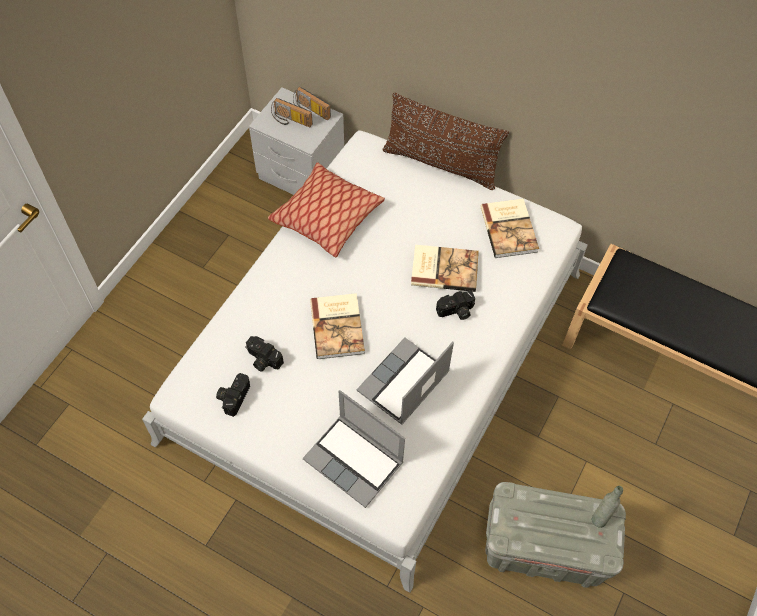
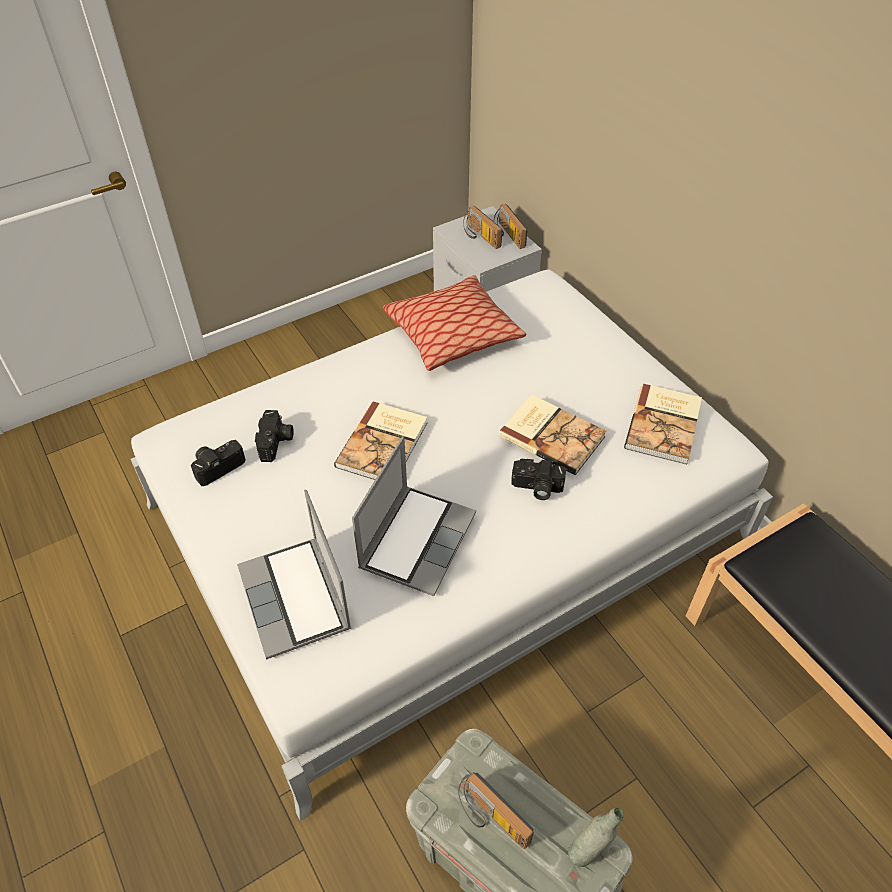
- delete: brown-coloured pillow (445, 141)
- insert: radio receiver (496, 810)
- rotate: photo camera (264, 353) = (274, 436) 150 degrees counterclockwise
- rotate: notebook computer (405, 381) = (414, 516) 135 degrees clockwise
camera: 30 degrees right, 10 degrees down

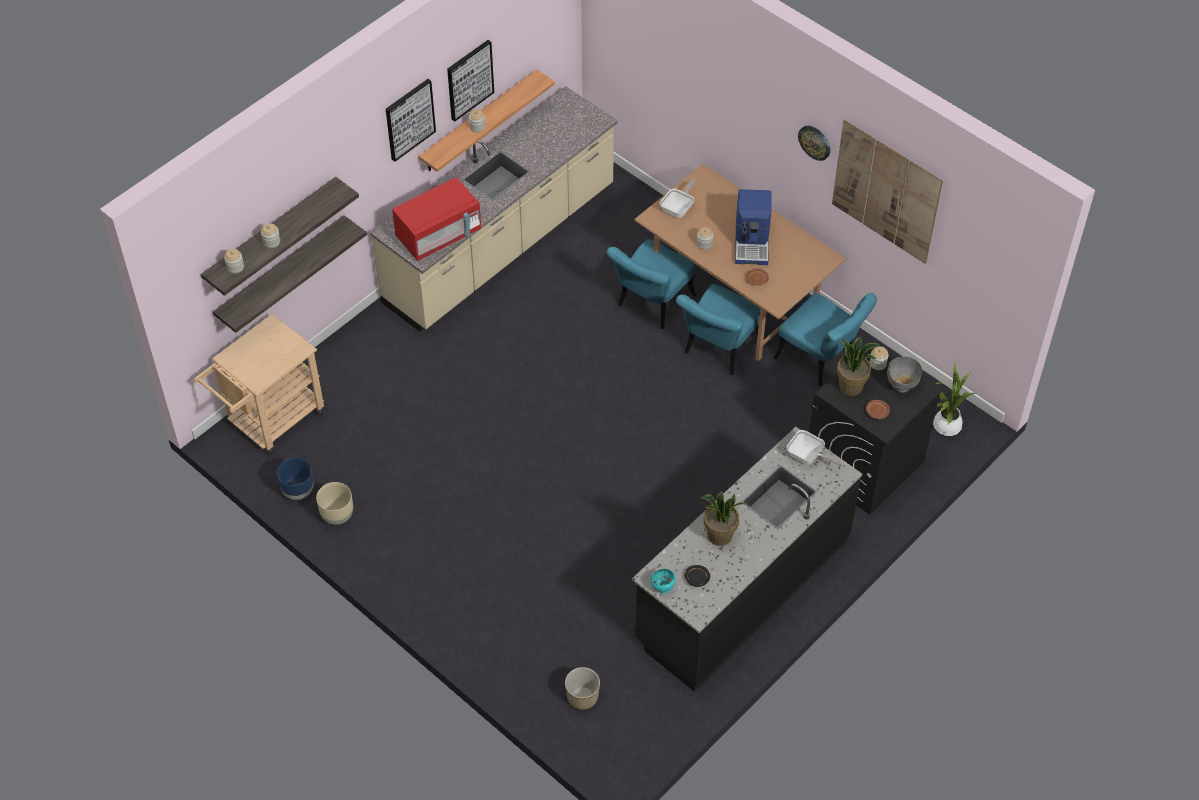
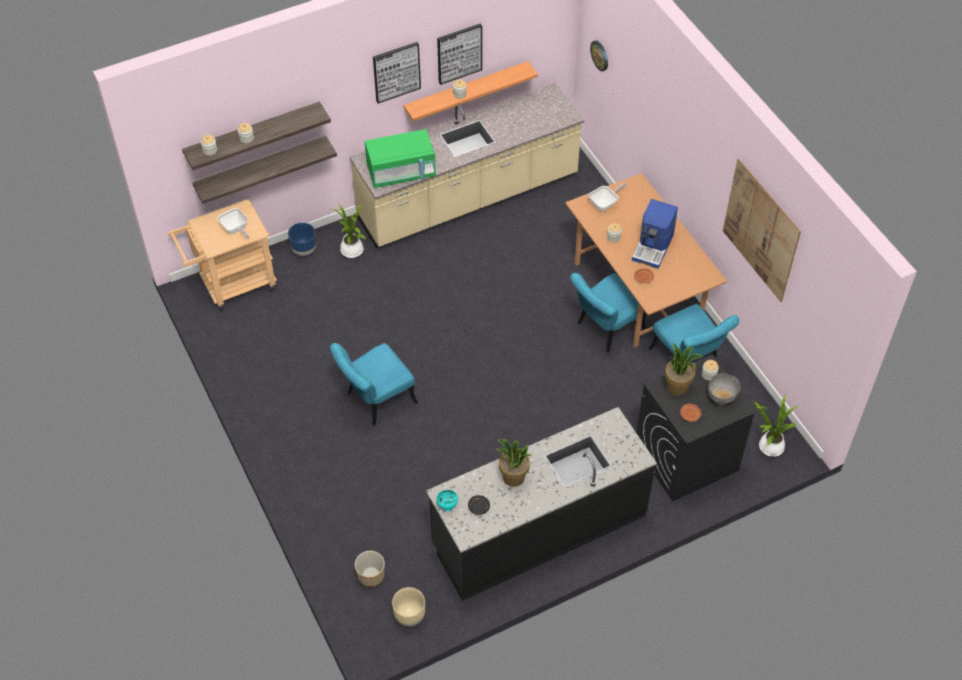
- insert: plant in a pot (349, 230)
- move: bluish planter (295, 478) to (302, 239)
- move: beige-coloured planter (334, 503) to (408, 607)
- move: turquoise-coloured chair (652, 284) to (374, 384)
- move: frying pan (814, 447) to (233, 223)
- move: hanging clock (814, 143) to (599, 56)
- recolor: red-coloured microwave oven (436, 219) to green-coloured microwave oven (400, 158)
camera: 20 degrees right, 0 degrees up

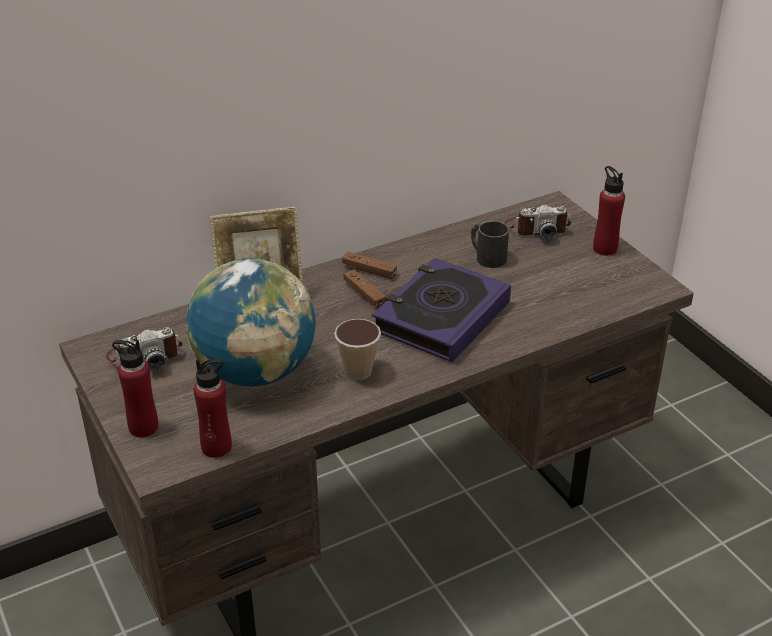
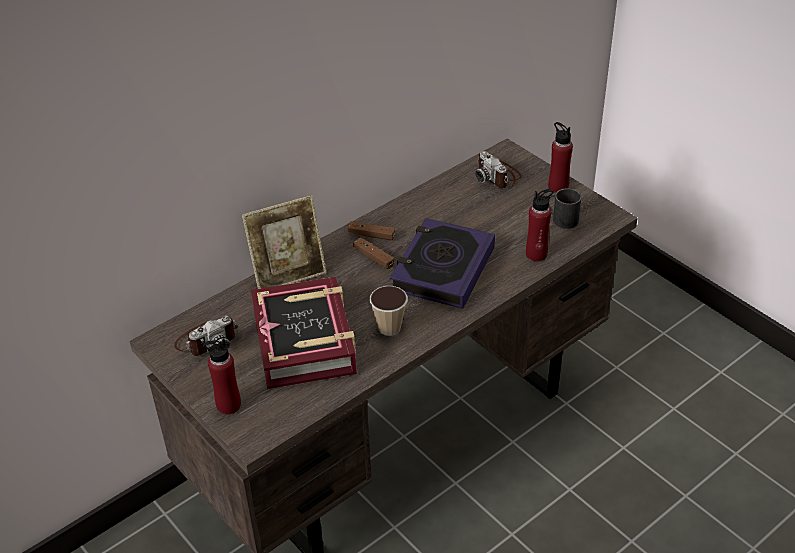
- move: red-coloured drink bottle (212, 408) to (540, 225)
- move: blackish mug (490, 244) to (564, 208)
- replace: world globe (251, 322) to book (304, 333)
- rotate: photo camera (537, 222) = (498, 170) 75 degrees clockwise
camera: 10 degrees left, 5 degrees up

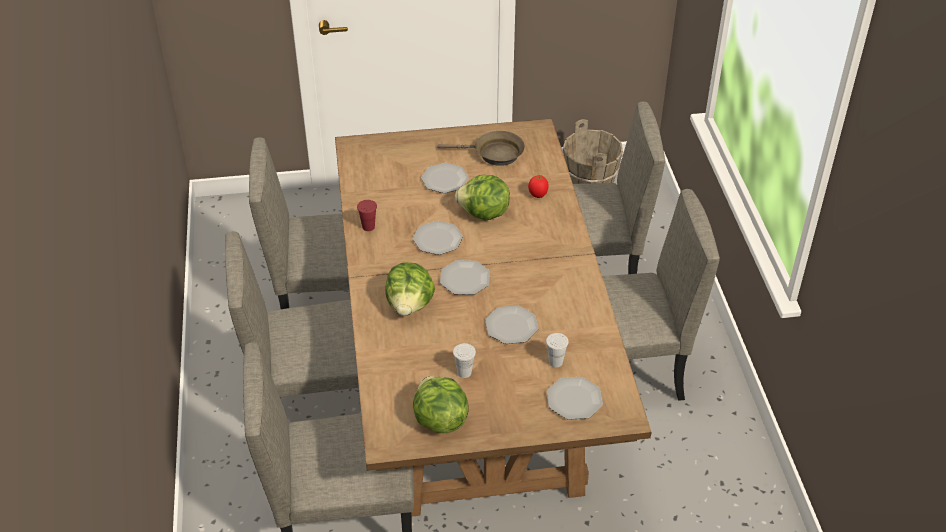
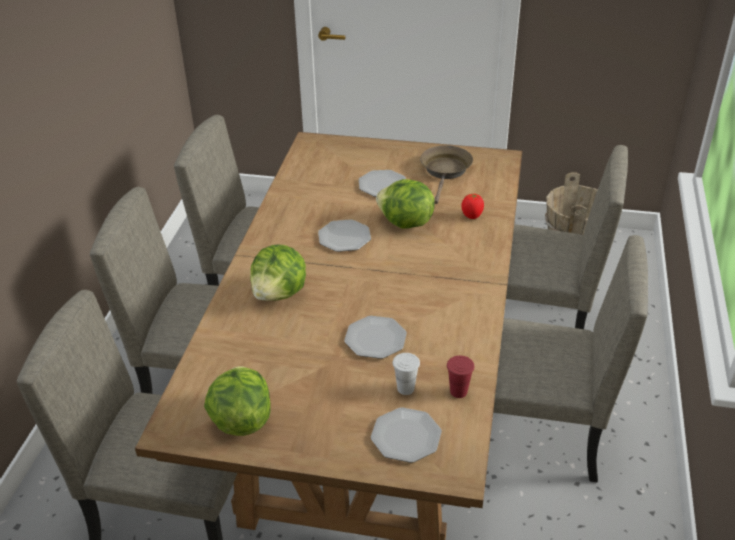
- delete: plate (465, 277)
- delete: whitish cup (464, 360)
- move: red-coloured cup (367, 215) to (460, 377)
- rotate: brown-coloured frying pan (481, 148) = (446, 174) 105 degrees counterclockwise
camera: 20 degrees right, 5 degrees down

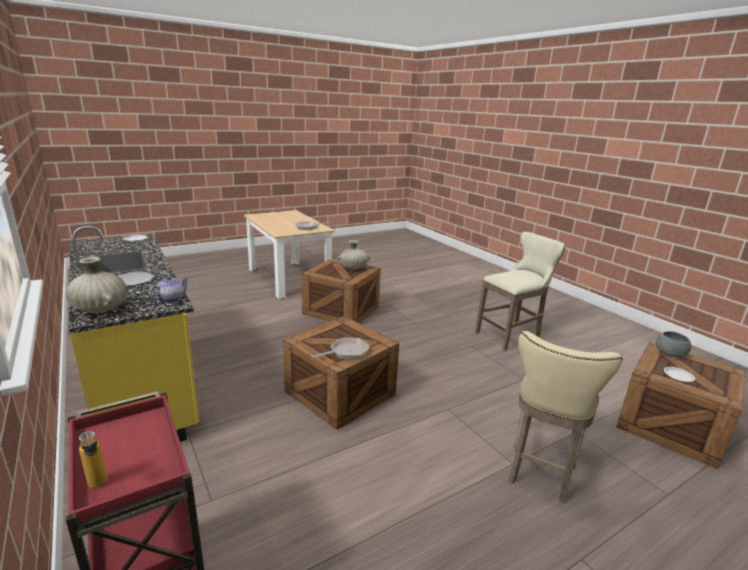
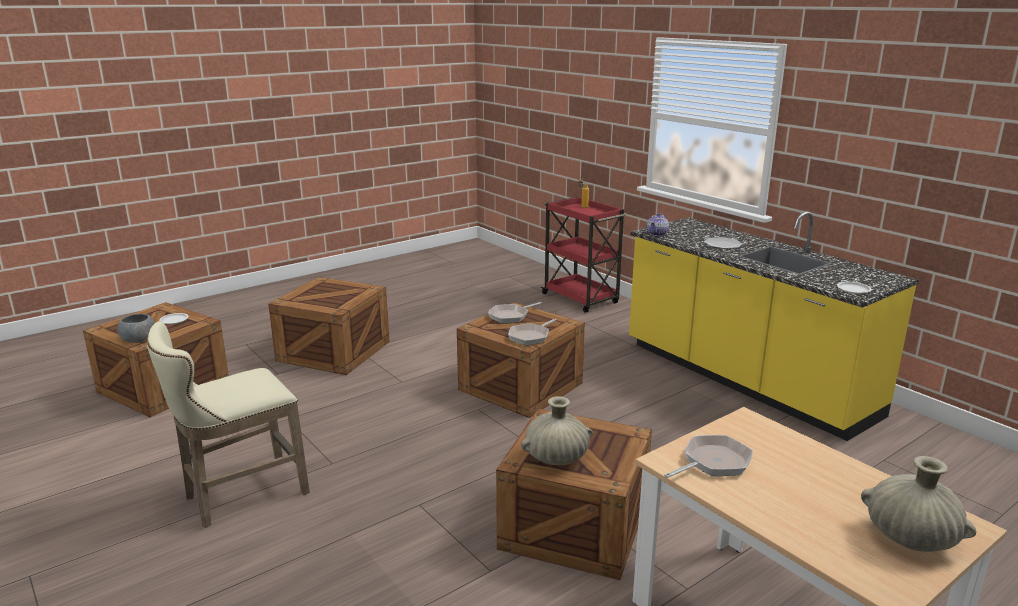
- insert: frying pan (532, 331)
- move: beige-coloured decorative vase (96, 285) to (918, 504)
- replace: beige-coloured sitting stool (566, 417) to shipping crate (329, 326)
camera: 175 degrees right, 0 degrees up

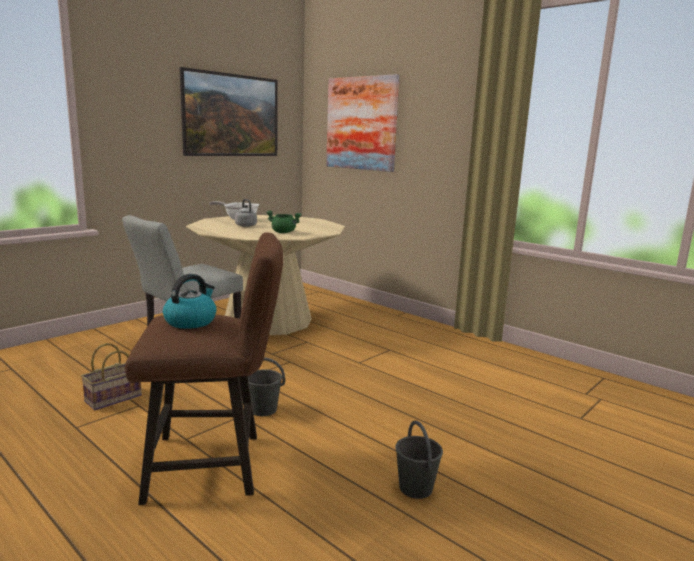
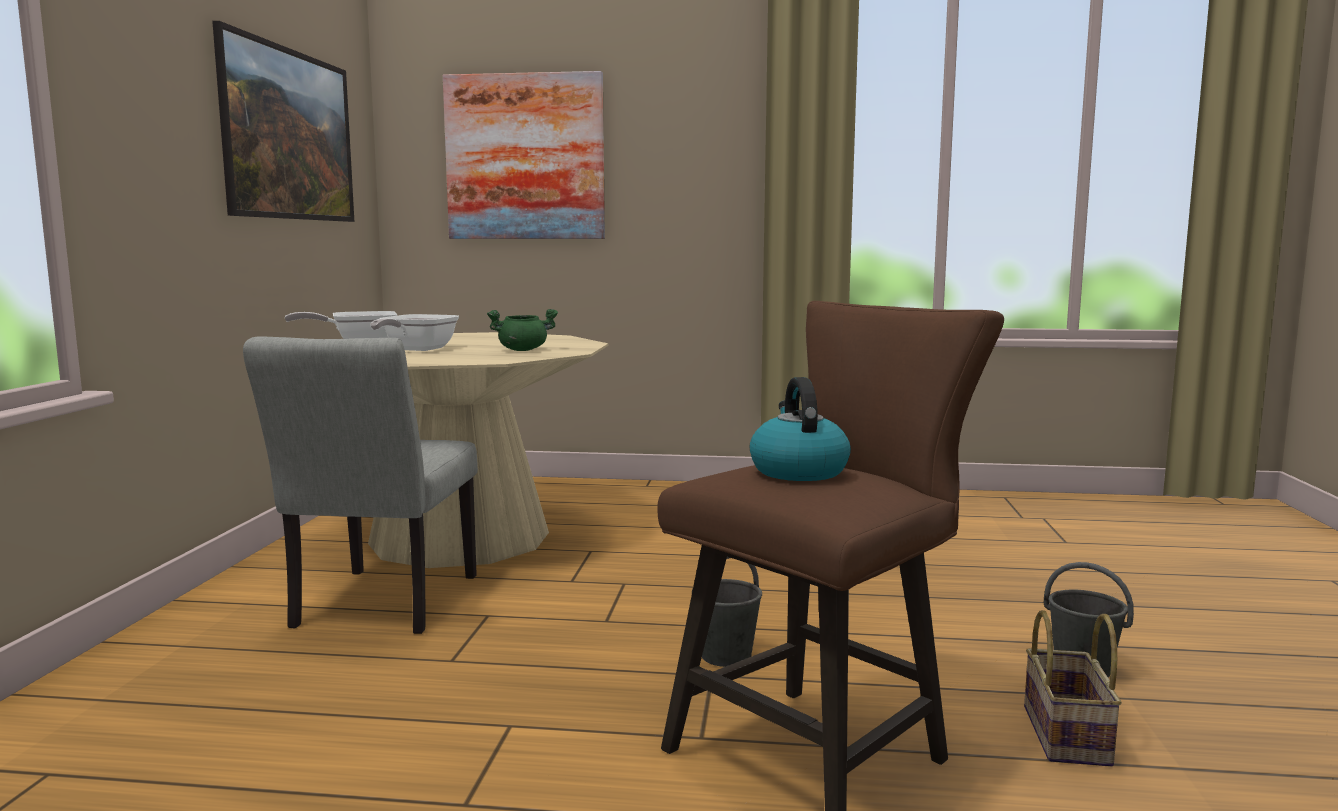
- move: storage basket (111, 376) to (1073, 688)
- replace: greyish tea kettle (246, 213) to frying pan (414, 332)
camera: 35 degrees left, 5 degrees down

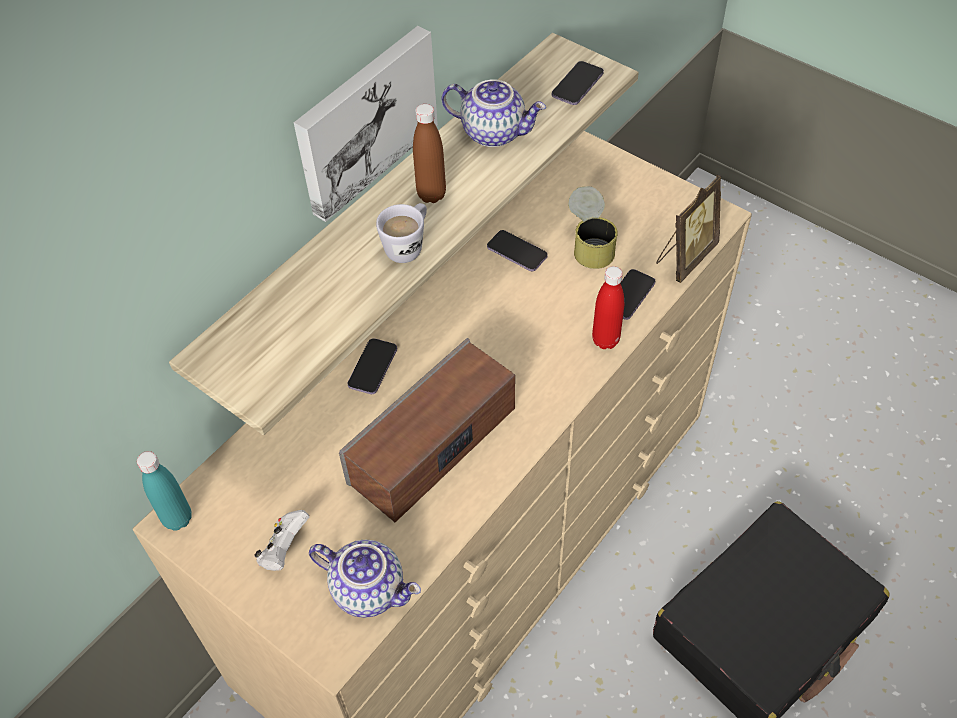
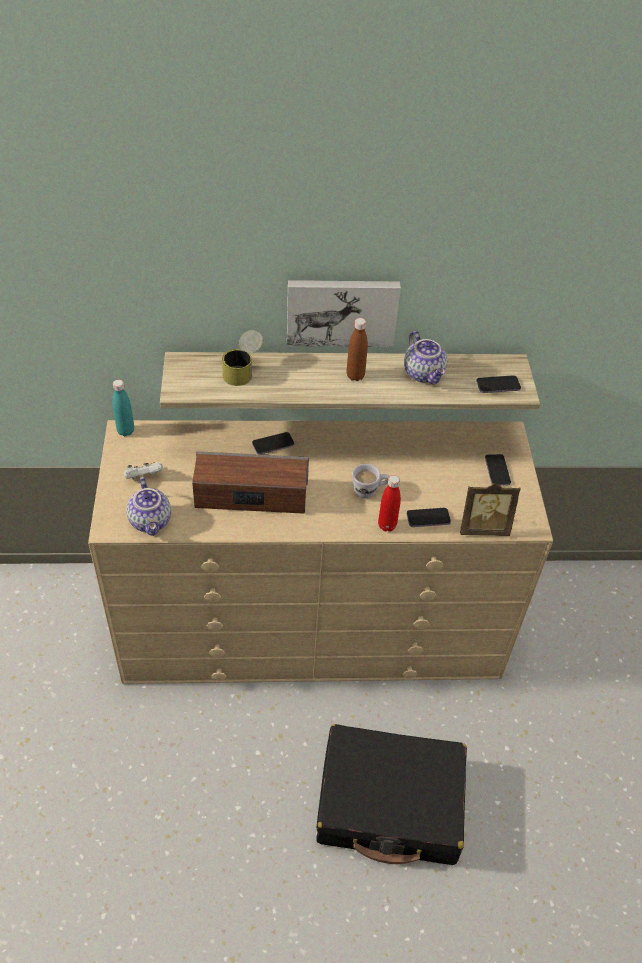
- move: whitish mug (401, 233) to (371, 481)
- move: phone (517, 250) to (498, 470)
- move: sealed can (593, 227) to (242, 358)
camera: 45 degrees right, 5 degrees down

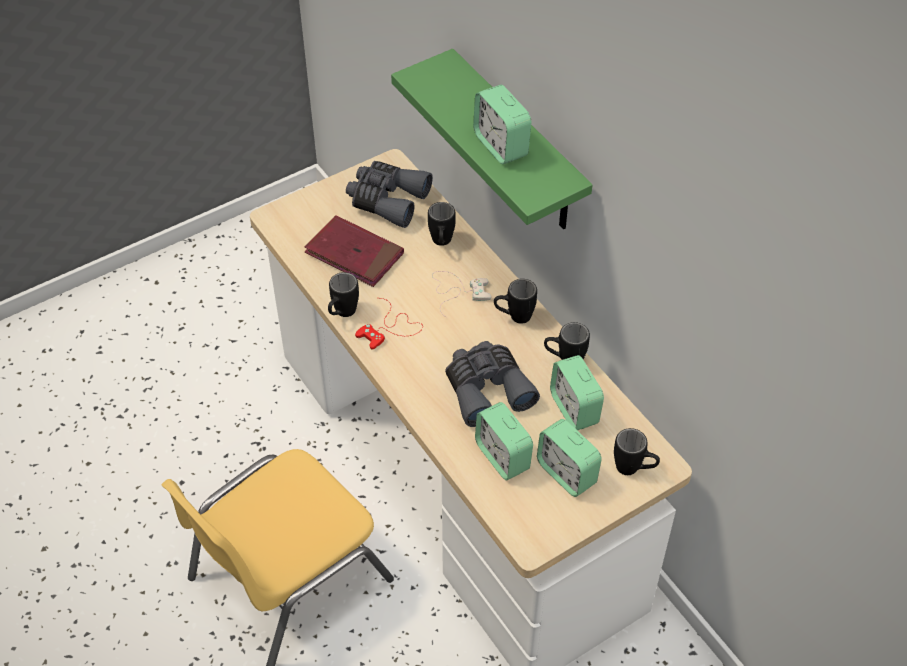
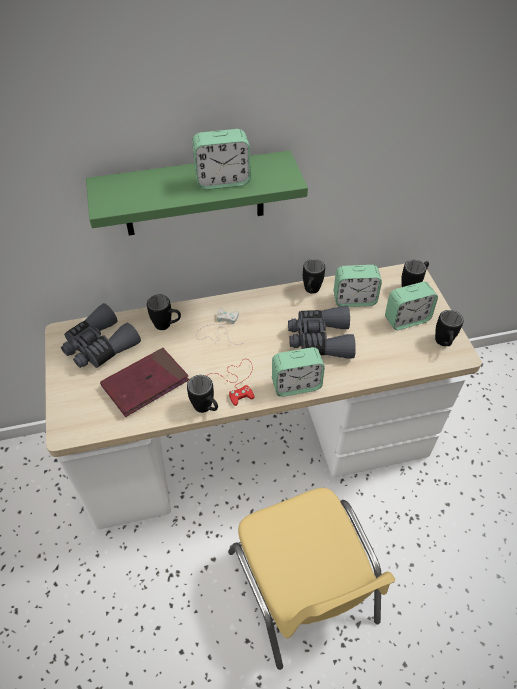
- move: table clock (504, 441) to (298, 372)
- move: blackish mug (515, 301) to (449, 328)
camera: 70 degrees left, 0 degrees up

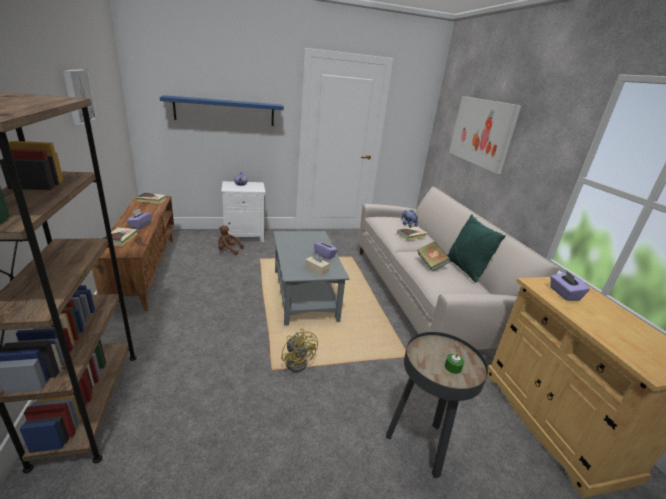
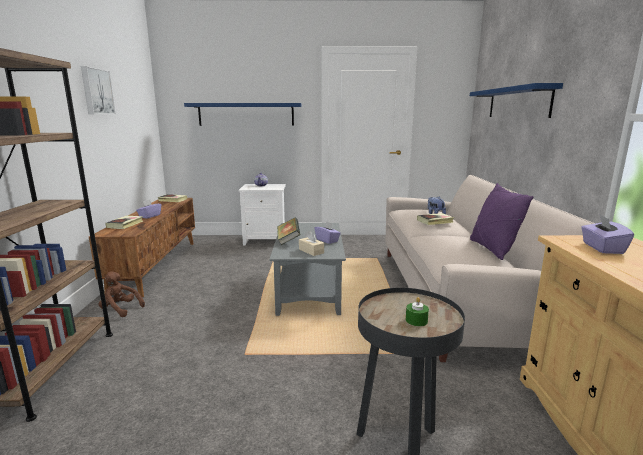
- delete: yellow-coloured fan (299, 350)
- move: brown-coloured soft toy (231, 240) to (122, 294)
- move: book (434, 256) to (288, 231)
- replace: picture (485, 135) to bluish bracket shelf (516, 100)
- recolor: green-coloured pillow (476, 248) to purplish pillow (501, 221)
camera: 15 degrees right, 10 degrees down

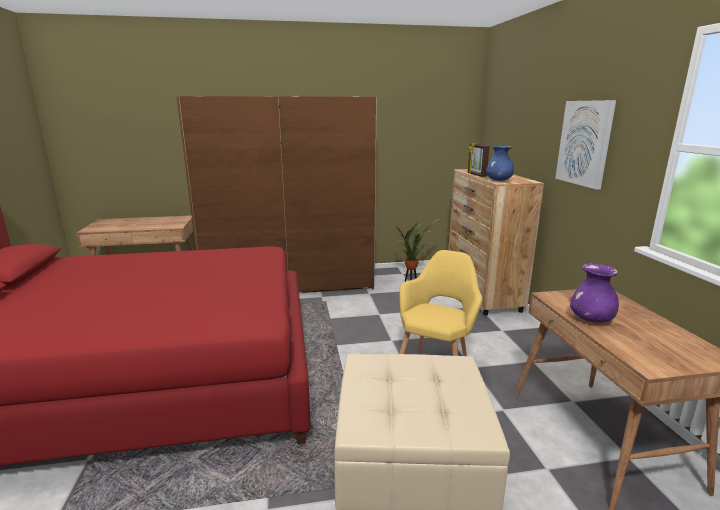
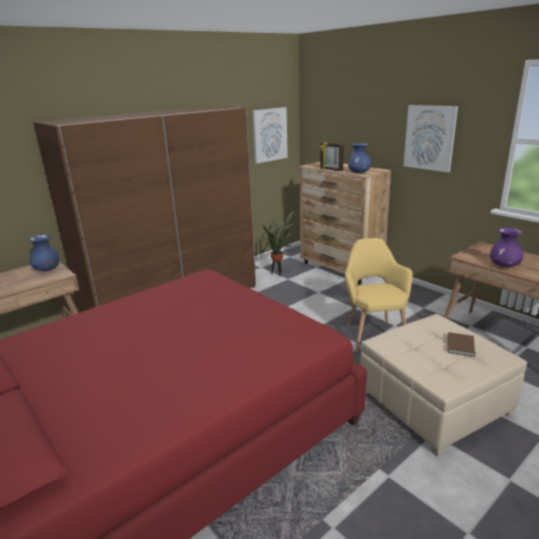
- insert: bluish decorative vase (44, 252)
- insert: picture (270, 135)
- insert: brown-coloured book (461, 344)
camera: 30 degrees left, 5 degrees up

